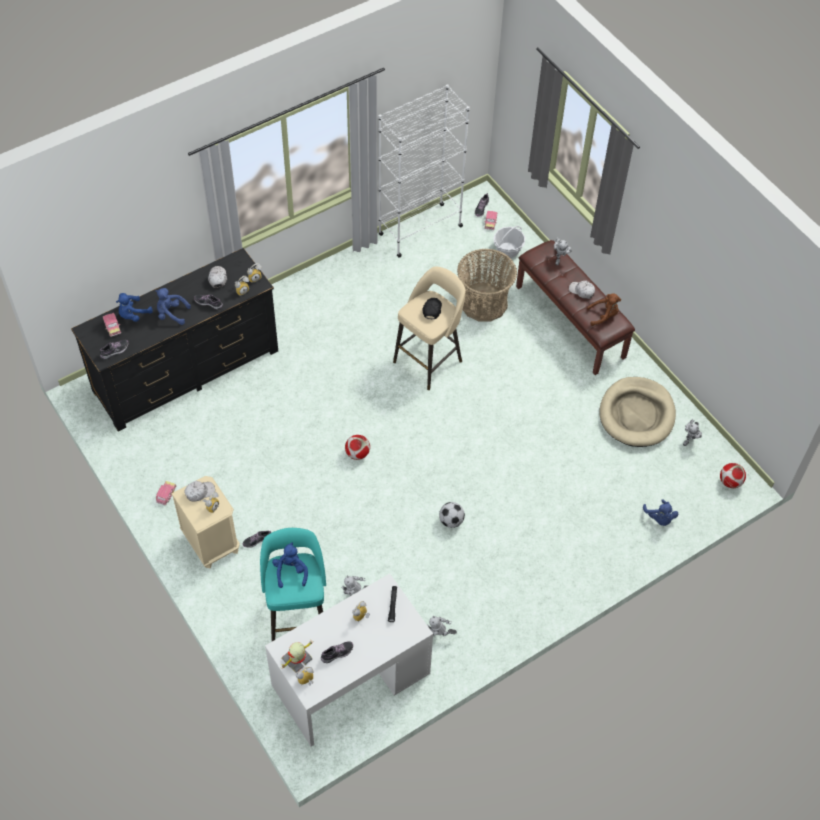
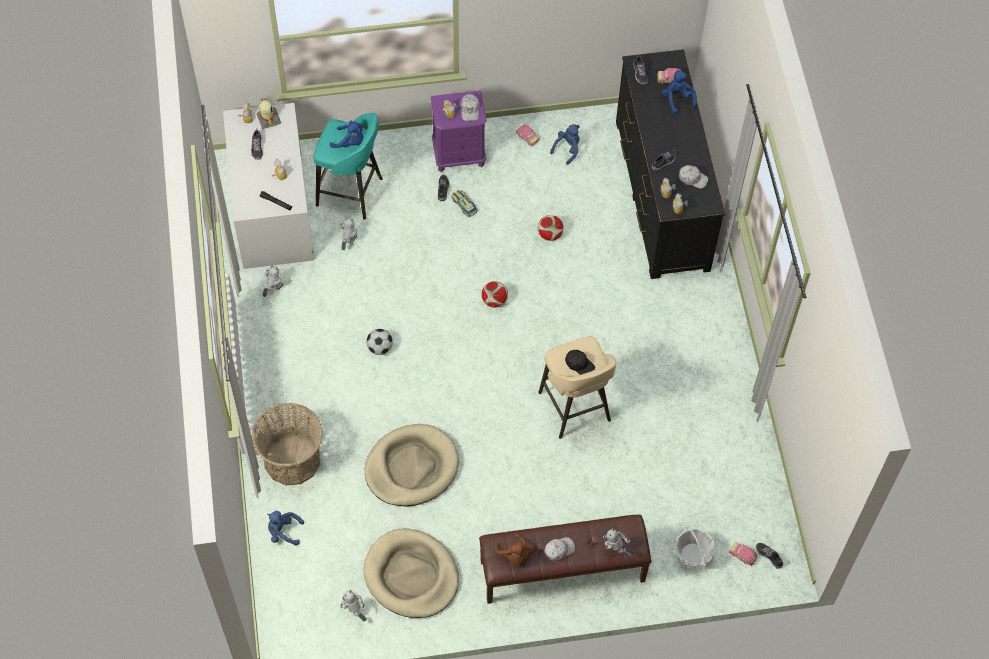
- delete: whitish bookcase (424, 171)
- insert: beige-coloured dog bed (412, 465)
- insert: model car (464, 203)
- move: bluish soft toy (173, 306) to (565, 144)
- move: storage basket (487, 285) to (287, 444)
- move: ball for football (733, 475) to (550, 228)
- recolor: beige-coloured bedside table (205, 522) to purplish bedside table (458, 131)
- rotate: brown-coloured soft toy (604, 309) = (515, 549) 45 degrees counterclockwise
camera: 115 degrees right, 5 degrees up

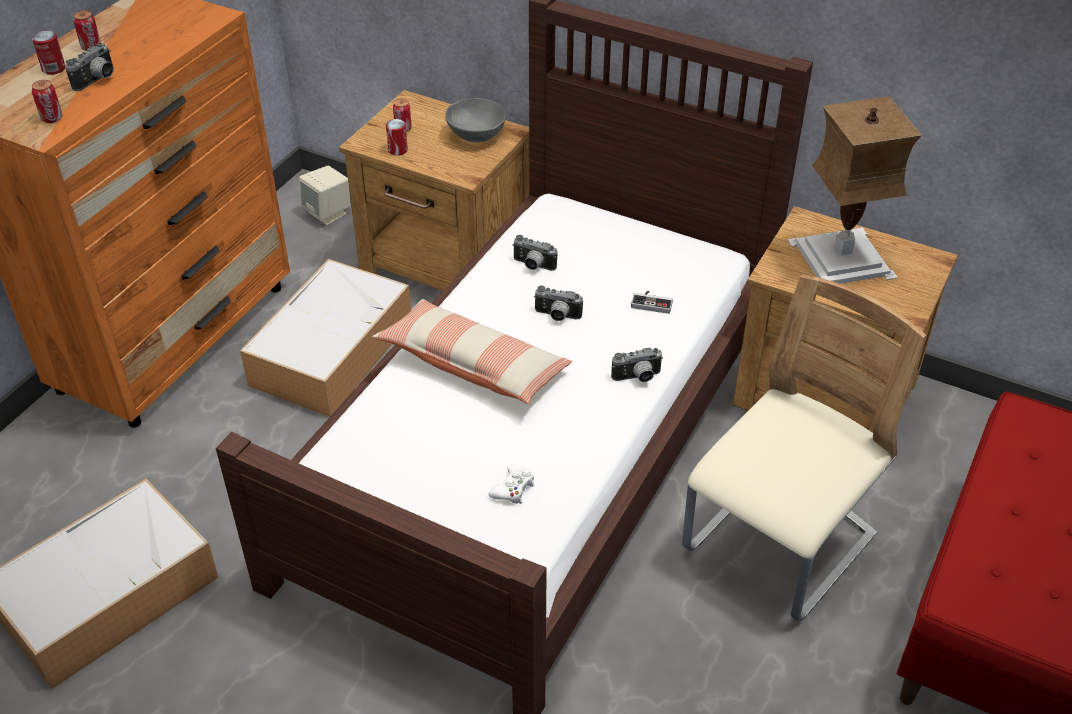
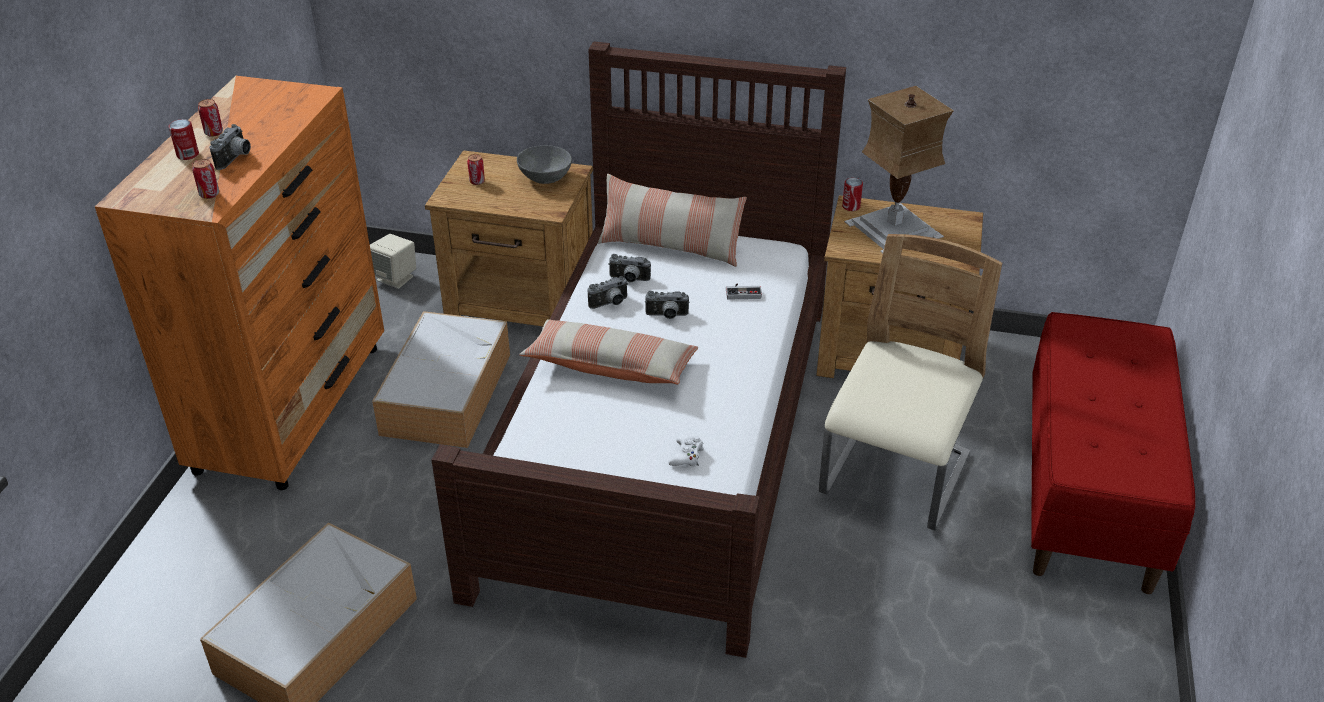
- insert: pillow (672, 220)
- move: sealed can (397, 137) to (852, 194)
- move: photo camera (637, 365) to (608, 292)
camera: 15 degrees left, 5 degrees down

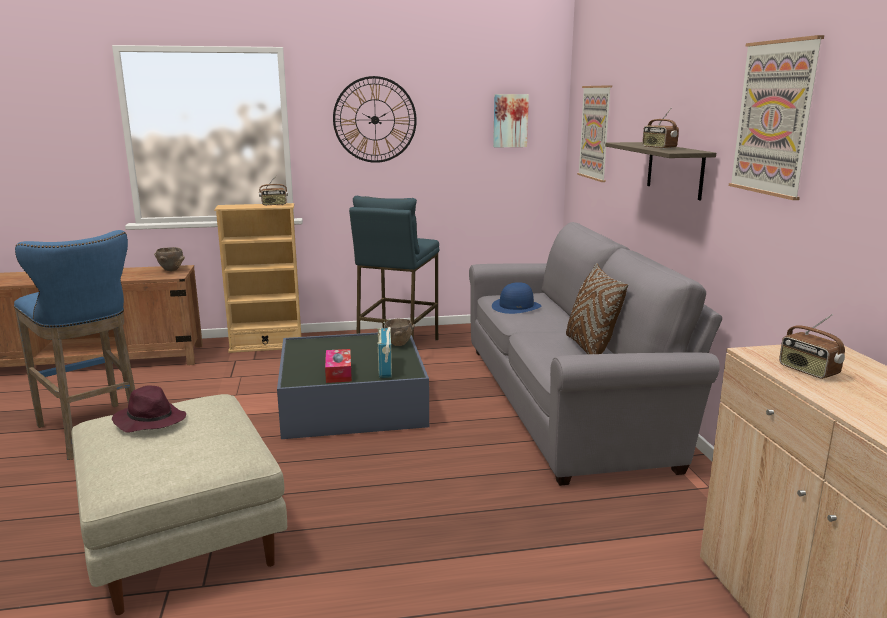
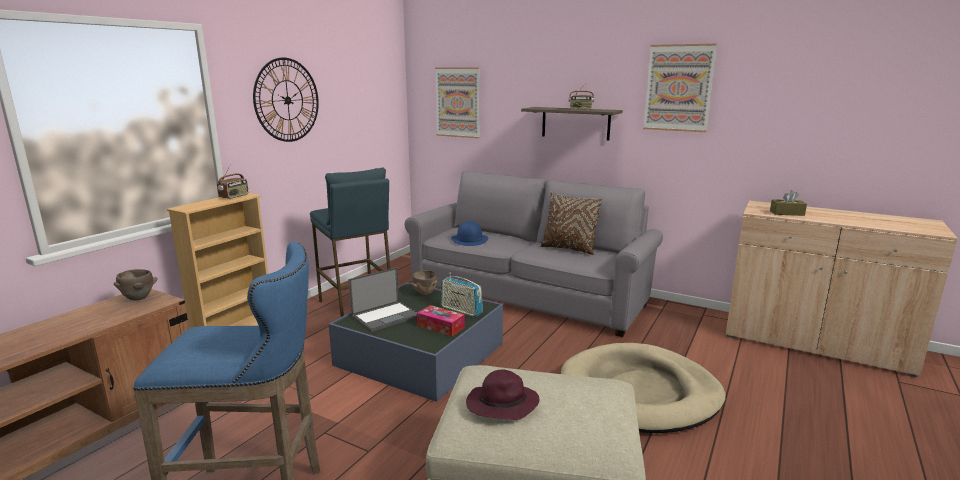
- delete: picture (511, 120)
- insert: notebook computer (383, 299)
- insert: beige-coloured dog bed (643, 388)
- replace: radio receiver (812, 346) to brown-coloured tissue box (788, 203)
camera: 50 degrees left, 0 degrees up

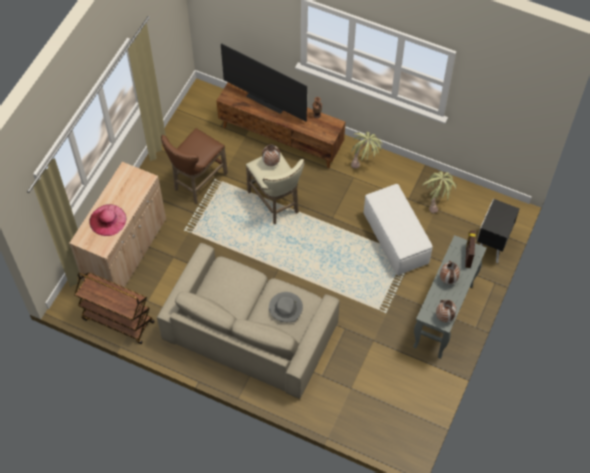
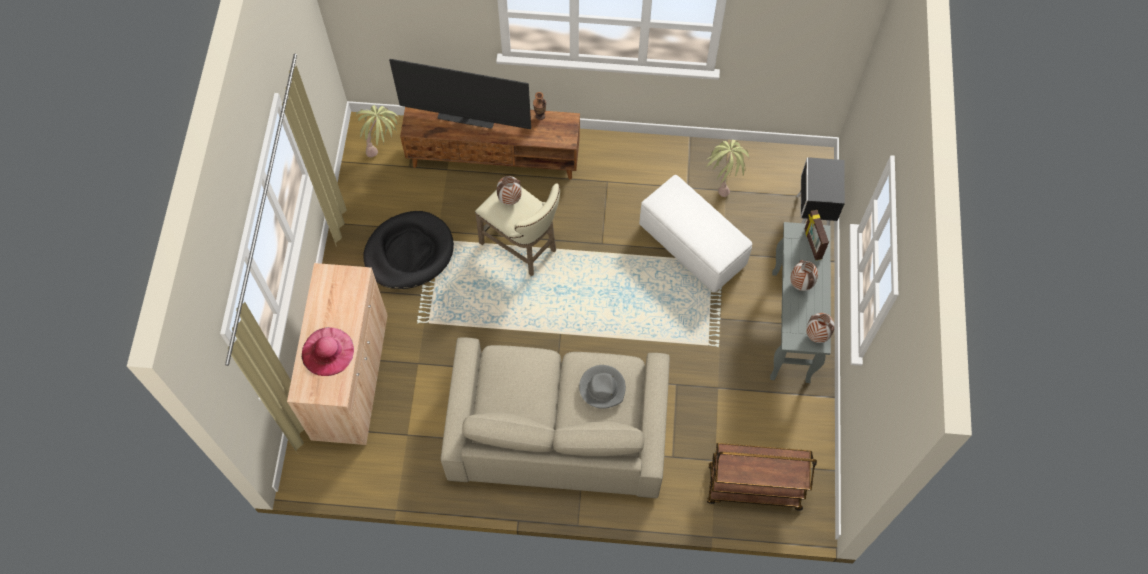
- move: brown-coloured trolley (114, 308) to (762, 477)
- move: plant in a pot (367, 150) to (377, 131)
- replace: brown-coloured sitting stool (194, 166) to blackish dog bed (408, 250)
camera: 20 degrees left, 5 degrees up

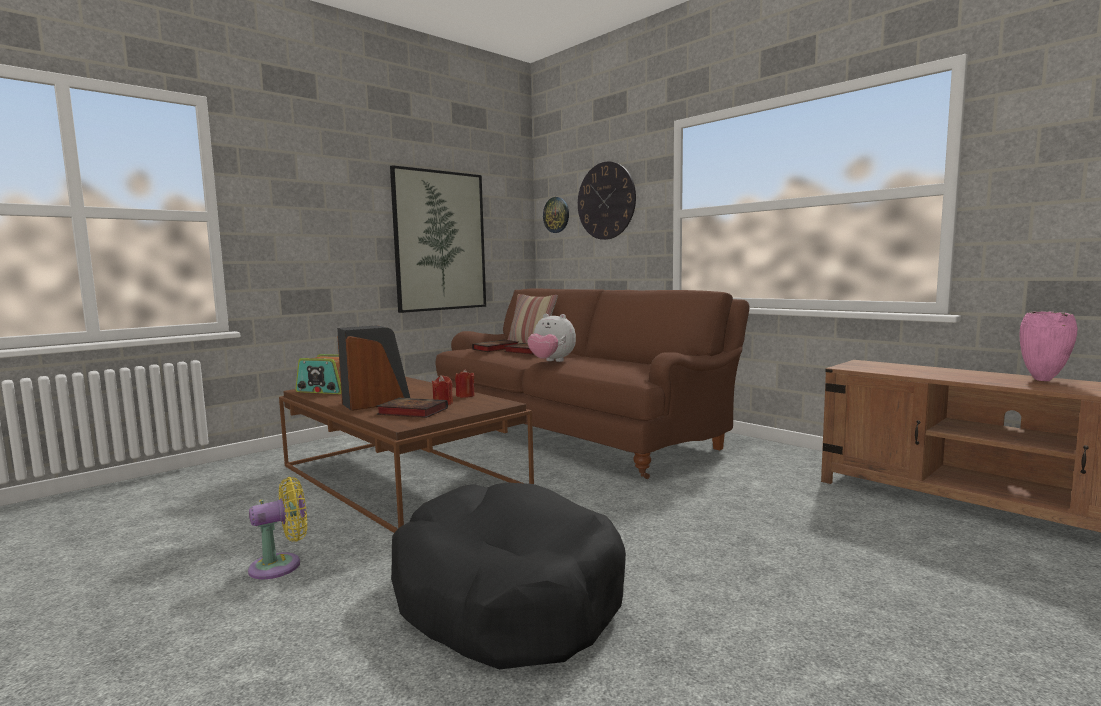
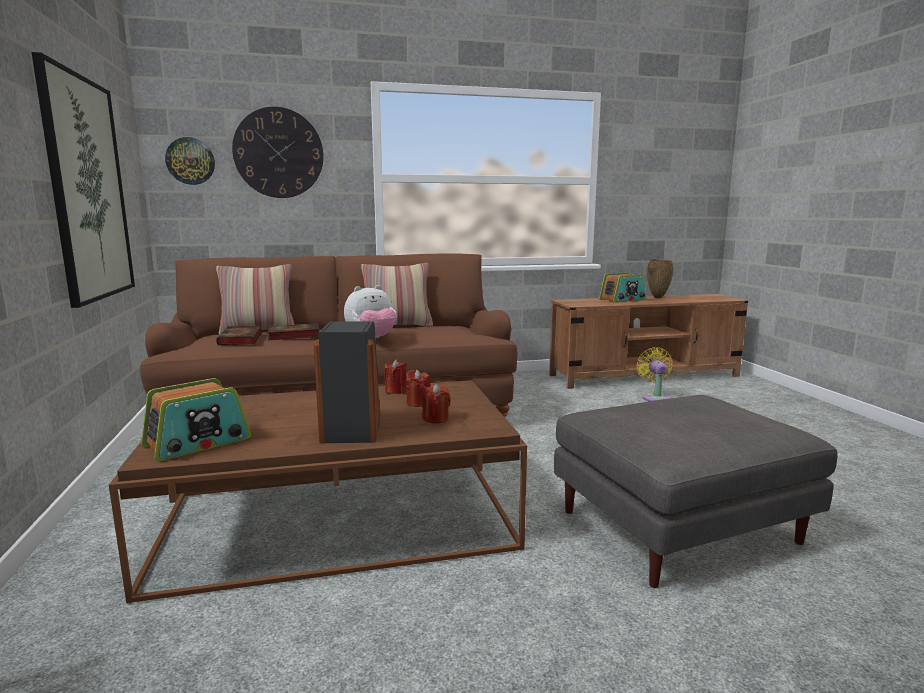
- insert: pillow (397, 295)
- insert: radio receiver (622, 287)
- move: yellow-coloured fan (277, 528) to (654, 374)
- replace: book (412, 408) to red-coloured wax light (436, 403)
- replace: blackish dog bed (508, 576) to greyish footrest (696, 491)
- recolor: pink-coloured decorative vase (1048, 346) to brown-coloured decorative vase (660, 278)
camera: 60 degrees left, 5 degrees up

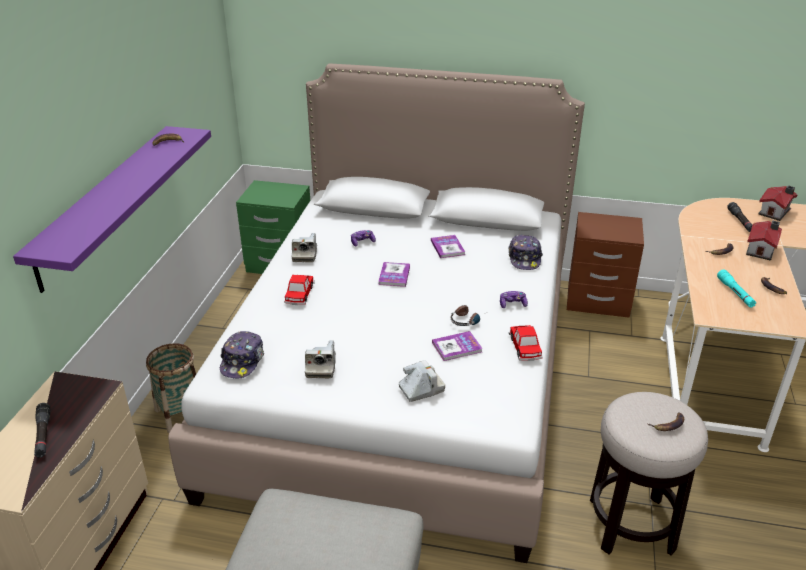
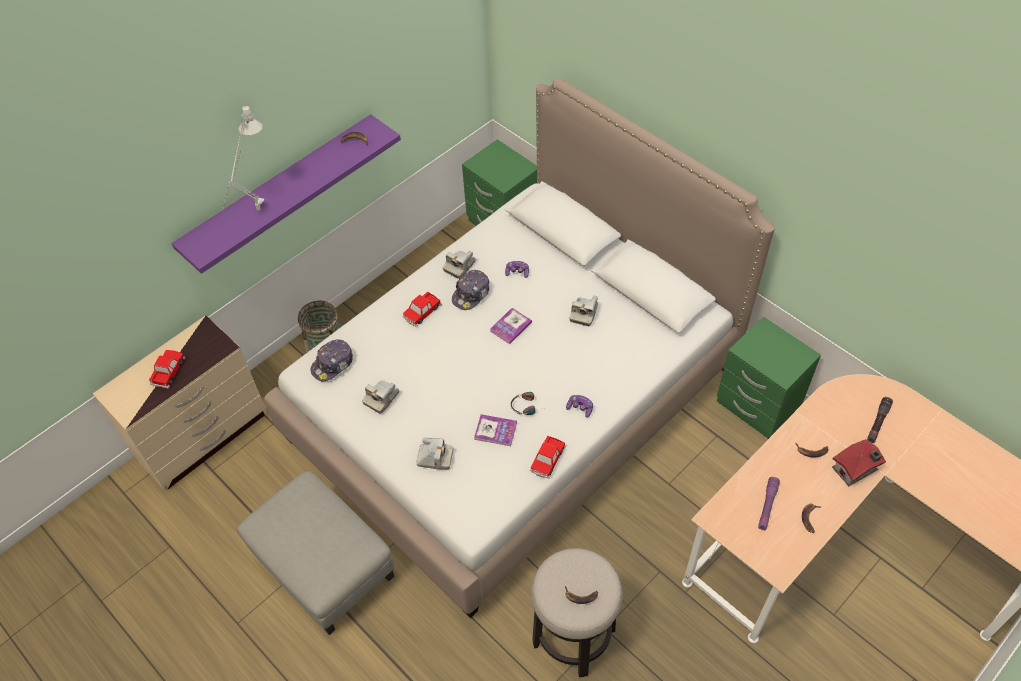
- delete: toy house (778, 203)
- insert: greyish tabletop lamp (243, 158)
- move: cap (526, 252) to (470, 290)
- replace: blackish torch (42, 430) to model car (167, 369)
- replace: book (448, 246) to photo camera (584, 310)
- recolor: brown-coloured bedside table (605, 265) to green-coloured bedside table (769, 377)
- recolor: turquoise-coloured torch (736, 288) to purplish torch (769, 503)
camera: 35 degrees right, 20 degrees up

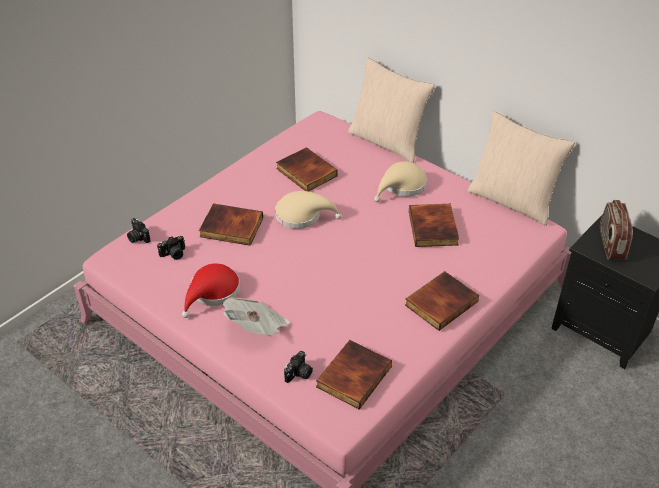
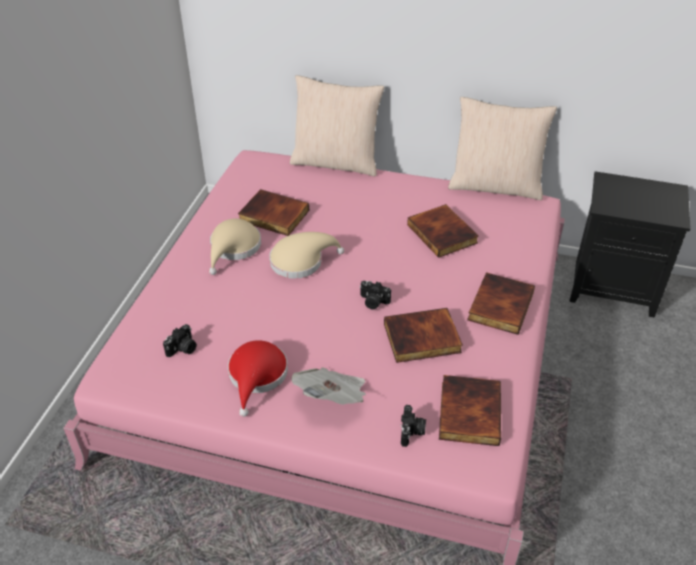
- delete: radio receiver (616, 230)
- move: photo camera (138, 230) to (375, 295)
- move: book (231, 225) to (423, 335)
- move: beige-coloured wearable hat (400, 181) to (235, 247)
camera: 25 degrees left, 0 degrees up

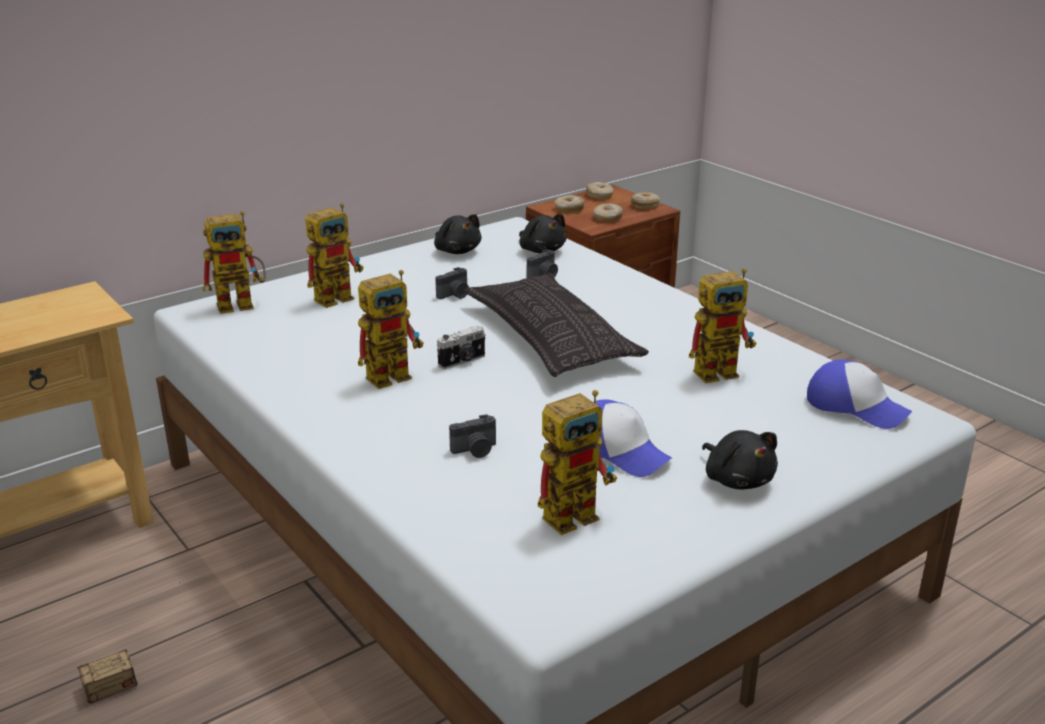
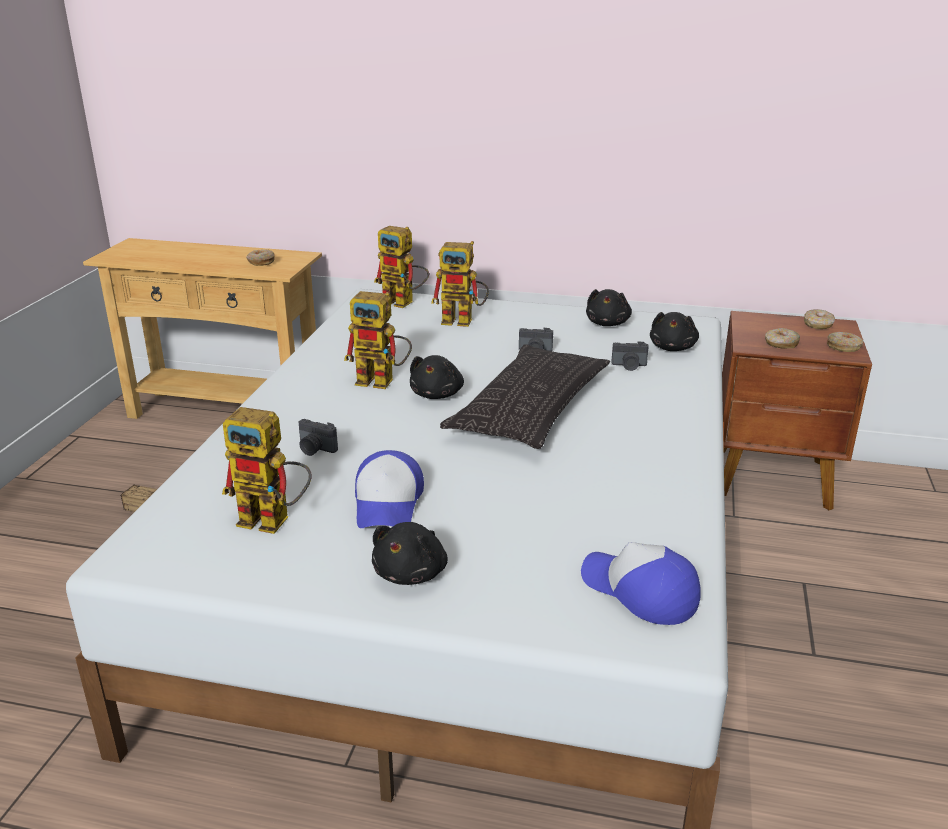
- delete: toy robot (722, 325)
- move: doughnut (569, 204) to (260, 257)
- replace: photo camera (461, 347) to blackish soft toy (437, 377)
- rotate: cap (859, 394) = (640, 583) 135 degrees clockwise
camera: 50 degrees right, 0 degrees up

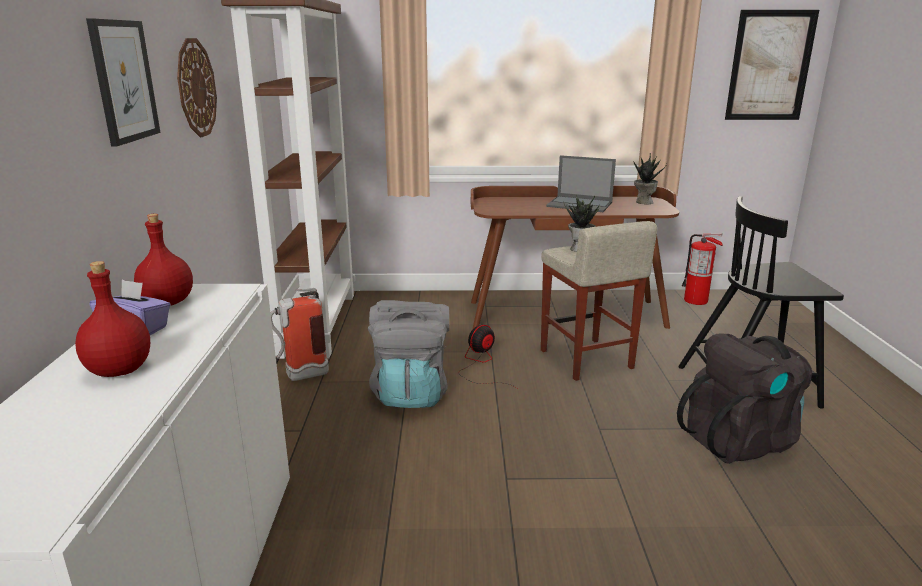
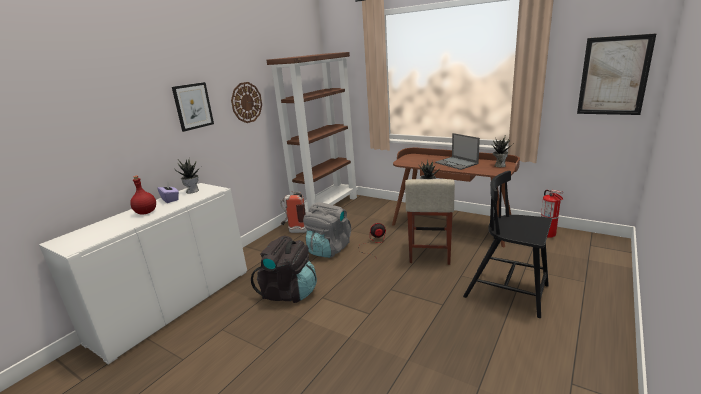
- move: blackish knapsack (744, 399) to (284, 269)
- replace: red-coloured drink bottle (163, 260) to plant in a pot (187, 177)
camera: 35 degrees right, 0 degrees up

